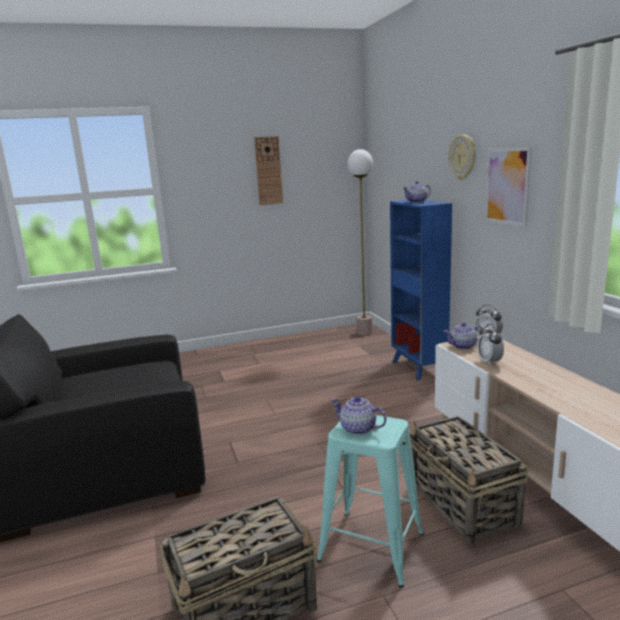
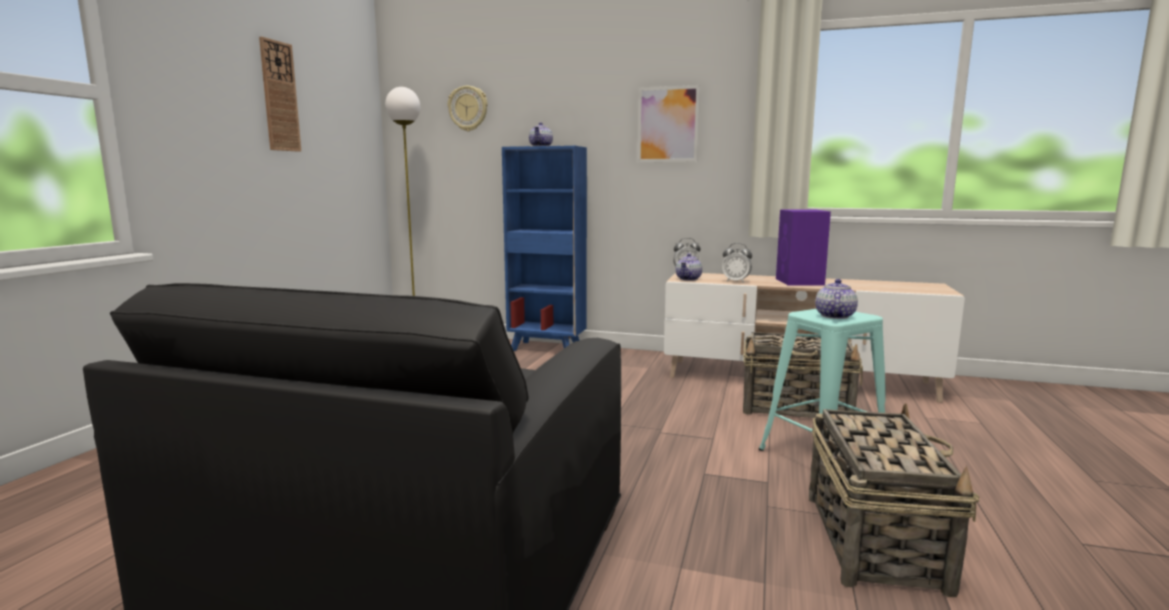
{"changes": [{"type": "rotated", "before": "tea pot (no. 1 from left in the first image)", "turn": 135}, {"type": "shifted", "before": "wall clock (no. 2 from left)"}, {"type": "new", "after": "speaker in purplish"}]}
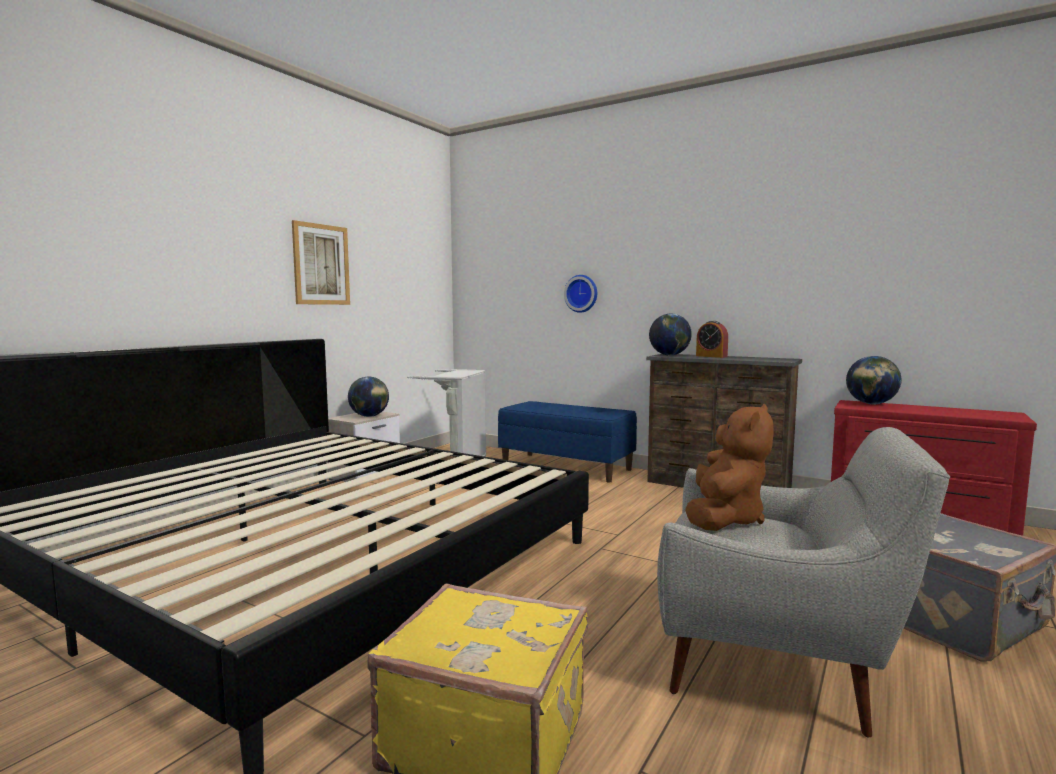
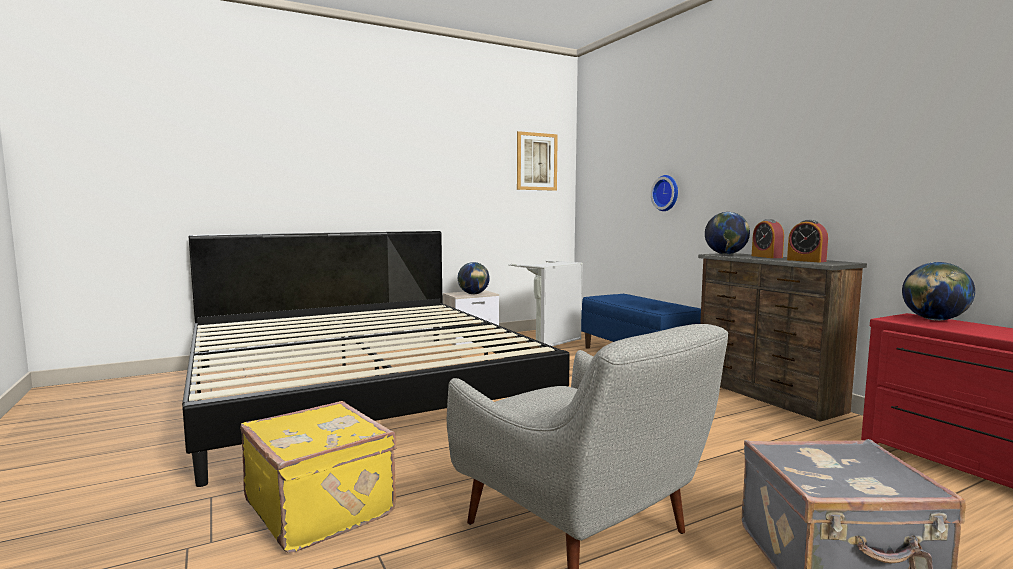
{"changes": [{"type": "shifted", "before": "picture"}, {"type": "gone", "before": "plush toy in brown-coloured"}, {"type": "new", "after": "table clock (no. 2 from left)"}]}
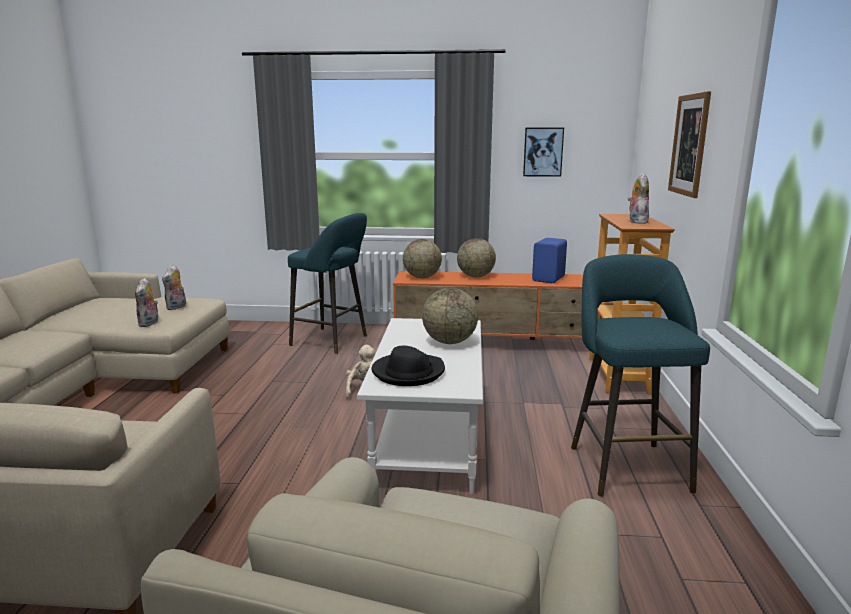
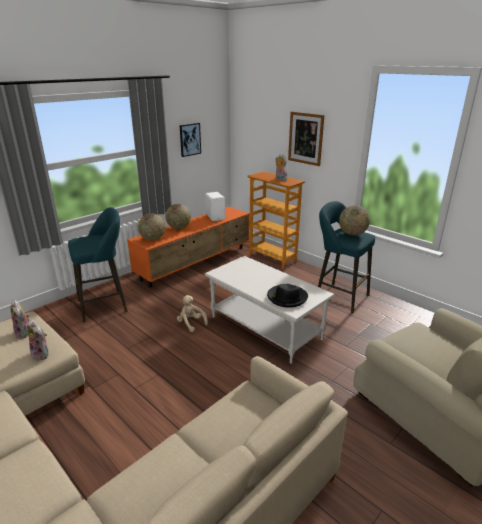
{"changes": [{"type": "shifted", "before": "world globe (no. 2 from left in the first image)", "after": "world globe (no. 3 from left)"}, {"type": "repainted", "before": "speaker in blue", "after": "speaker in white"}]}
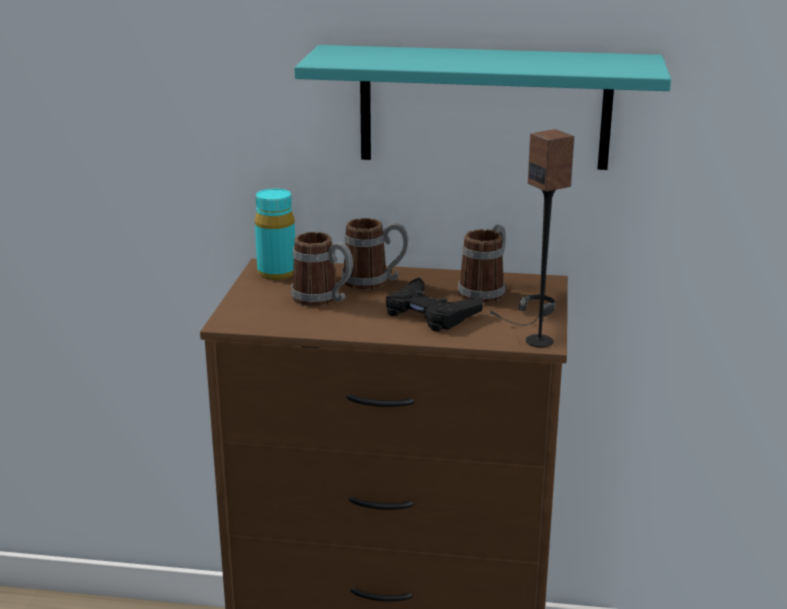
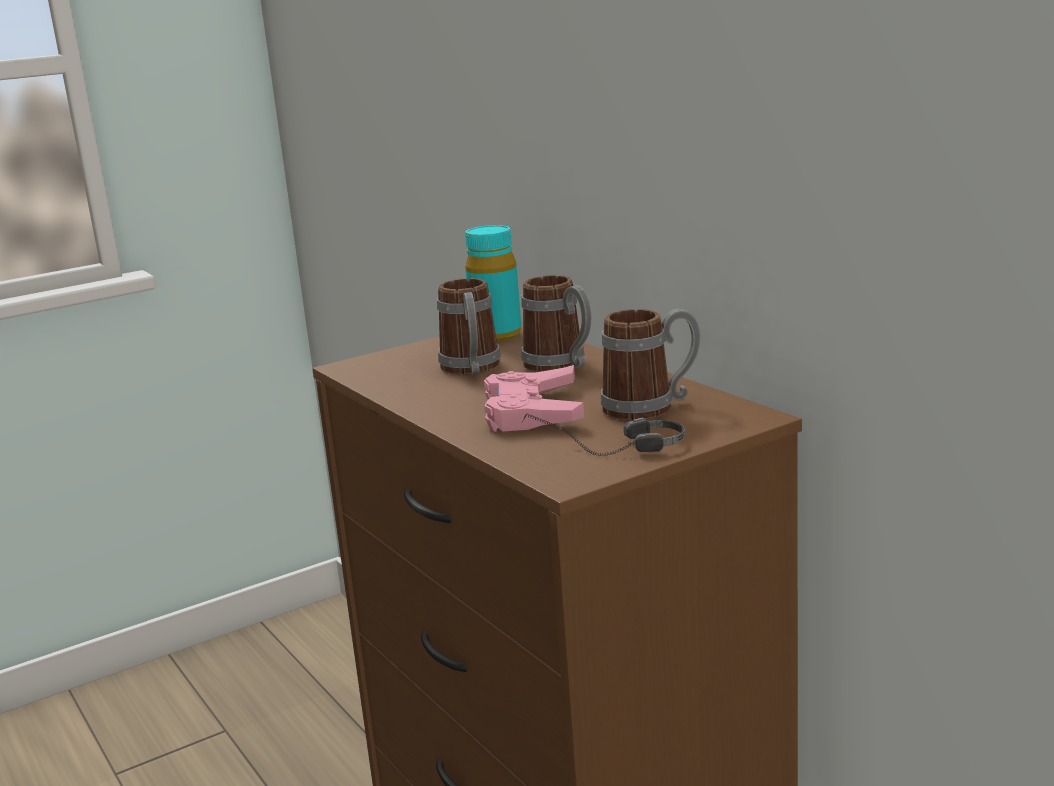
{"changes": [{"type": "gone", "before": "wall shelf in turquoise"}, {"type": "repainted", "before": "game controller in black", "after": "game controller in pink-coloured"}, {"type": "gone", "before": "speaker"}]}
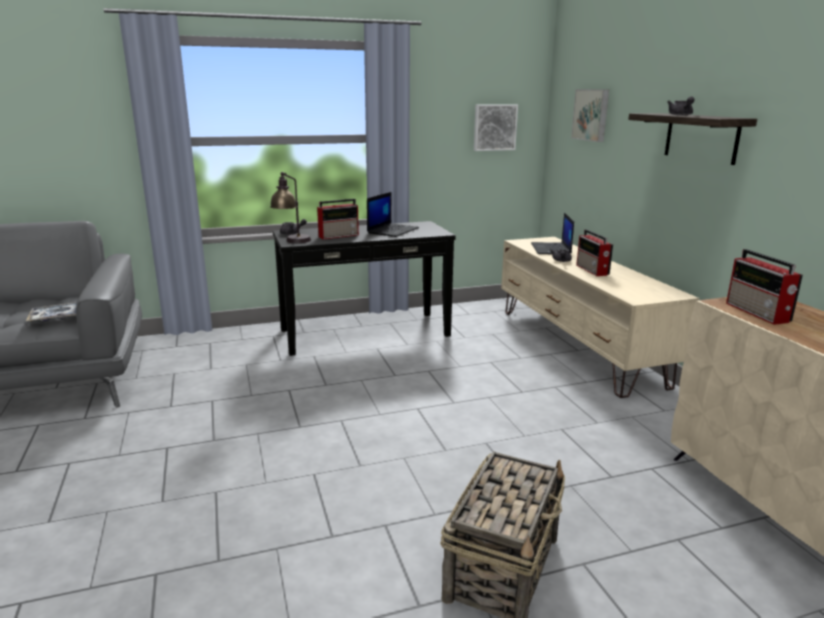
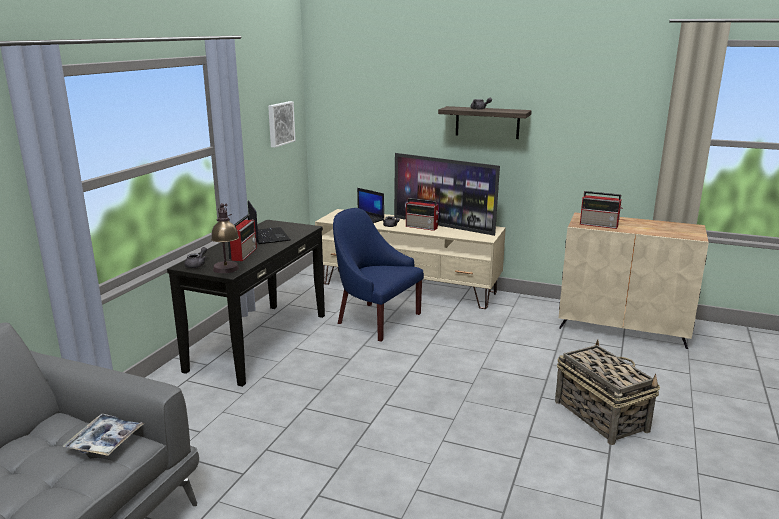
{"changes": [{"type": "gone", "before": "picture (no. 2 from left)"}, {"type": "new", "after": "lounge chair in blue"}, {"type": "new", "after": "television"}]}
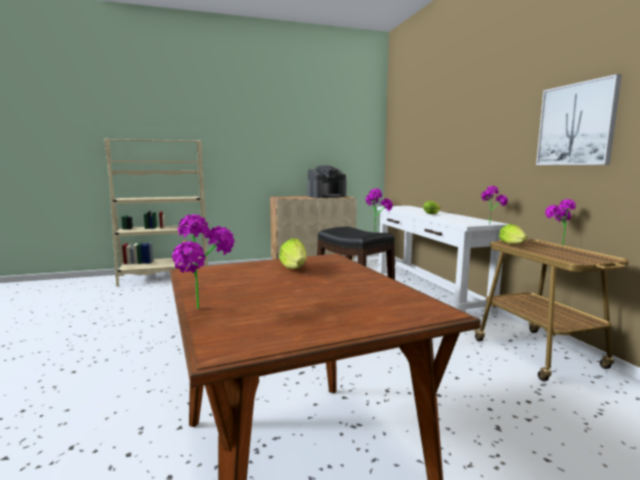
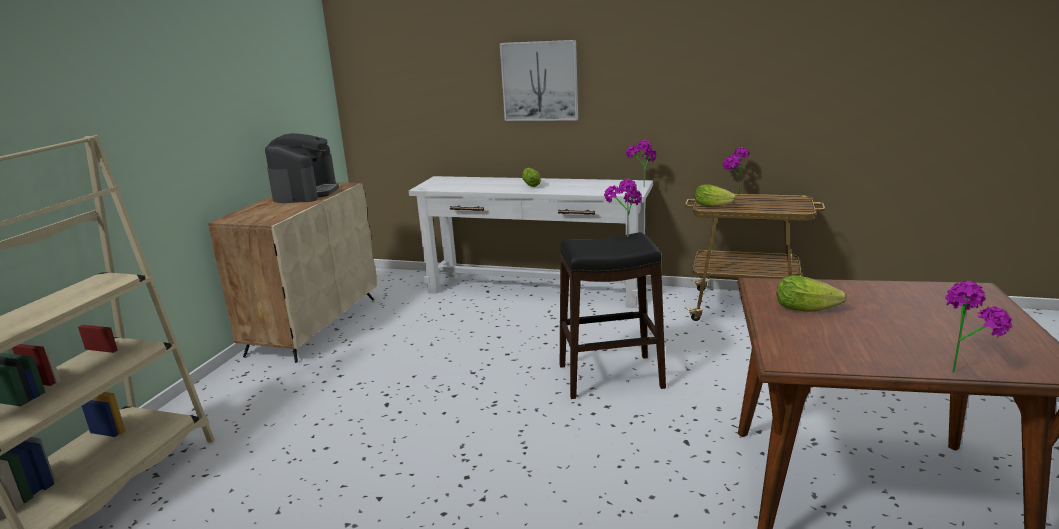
{"changes": [{"type": "shifted", "before": "picture"}]}
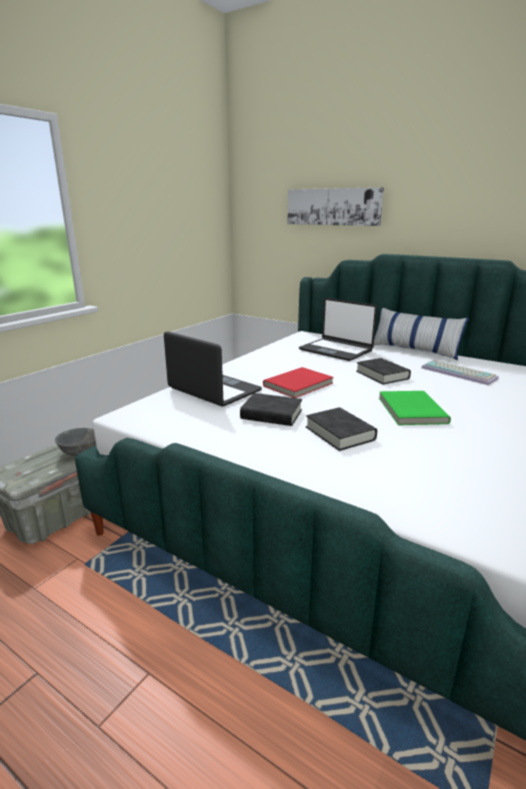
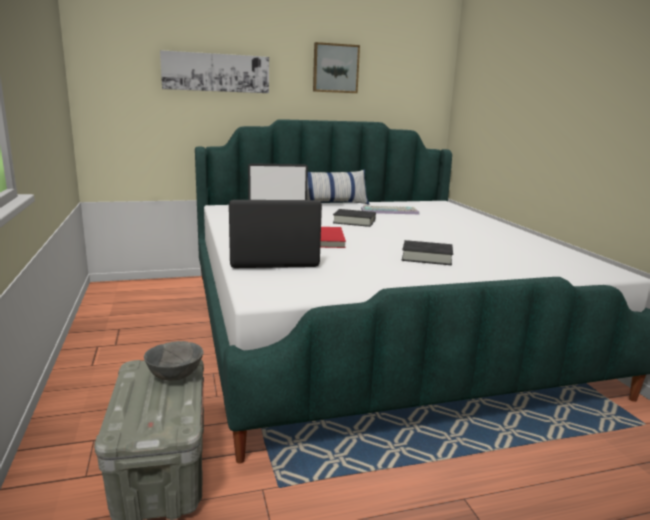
{"changes": [{"type": "gone", "before": "book in black (no. 1 from left)"}, {"type": "gone", "before": "book in green-coloured"}, {"type": "new", "after": "picture (no. 2 from left)"}]}
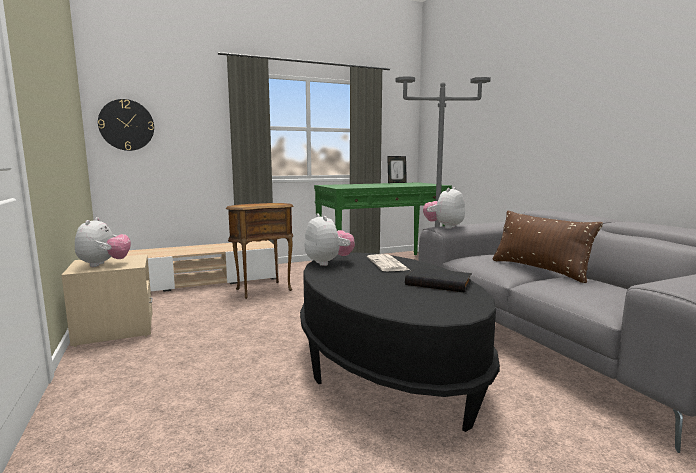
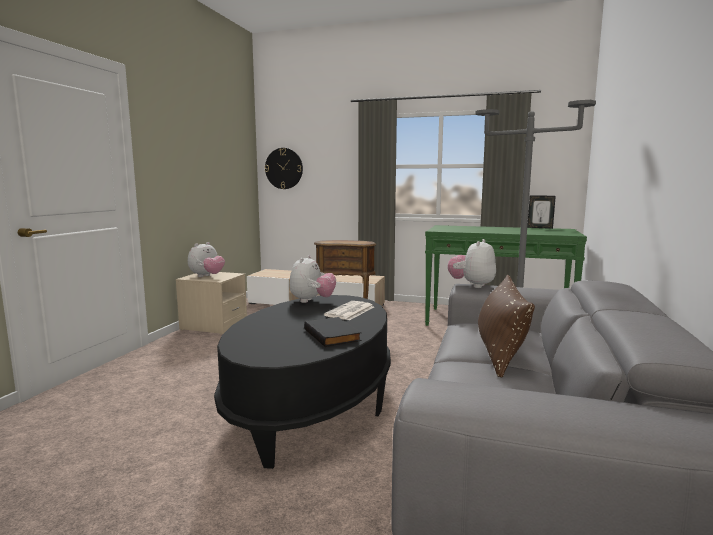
{"changes": [{"type": "rotated", "before": "plush toy (no. 3 from left)", "turn": -45}]}
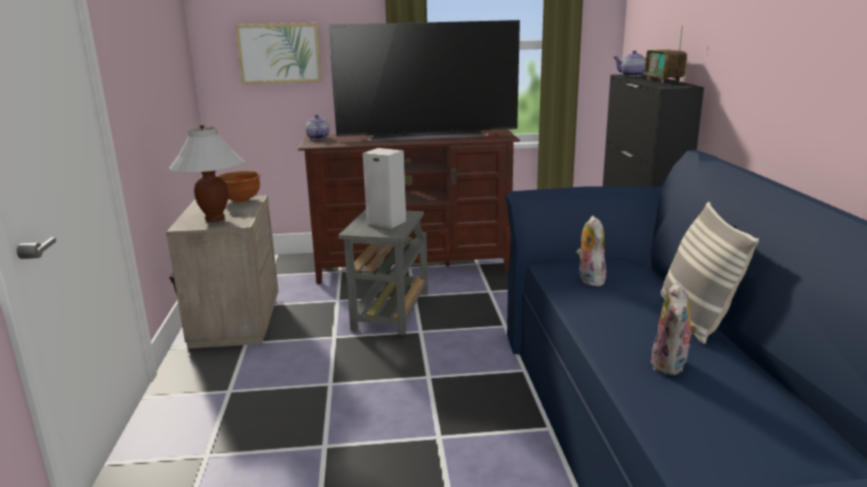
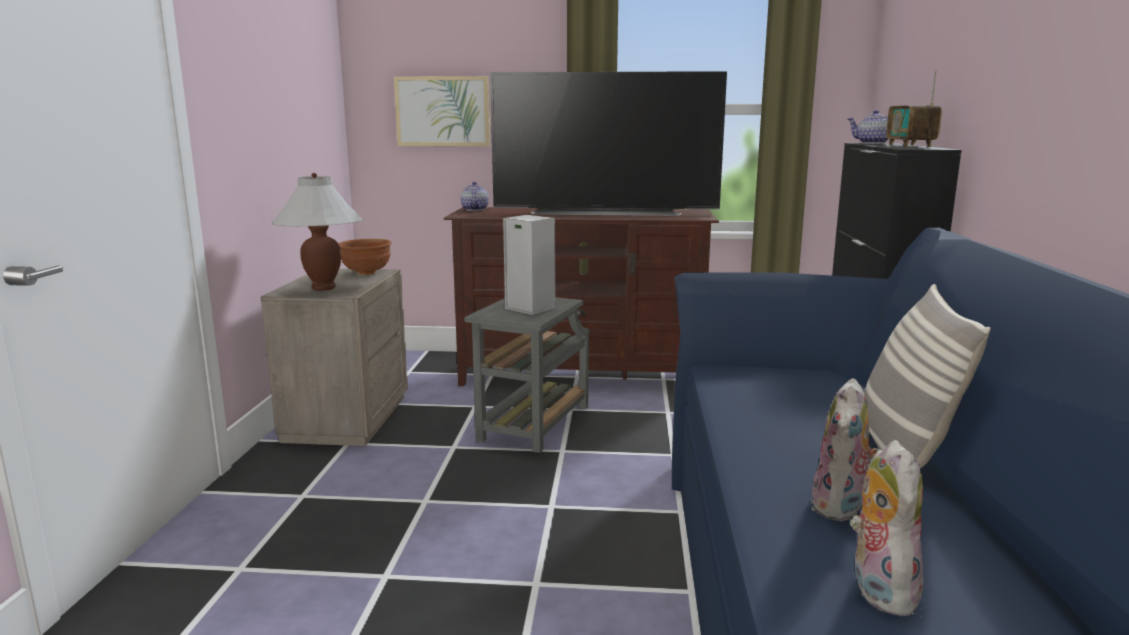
{"changes": [{"type": "shifted", "before": "plush toy (no. 1 from left in the first image)", "after": "plush toy (no. 2 from left)"}]}
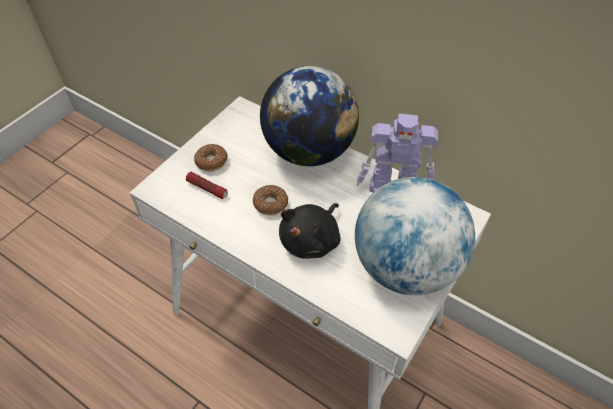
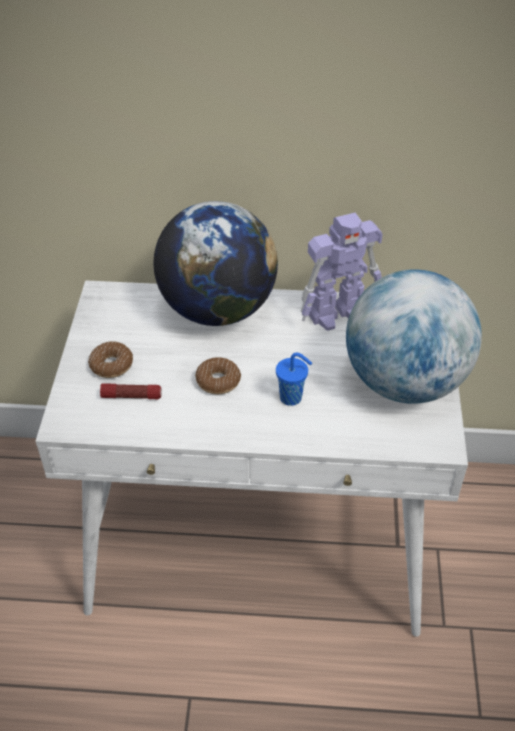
{"changes": [{"type": "swapped", "before": "plush toy in black", "after": "cup in blue"}]}
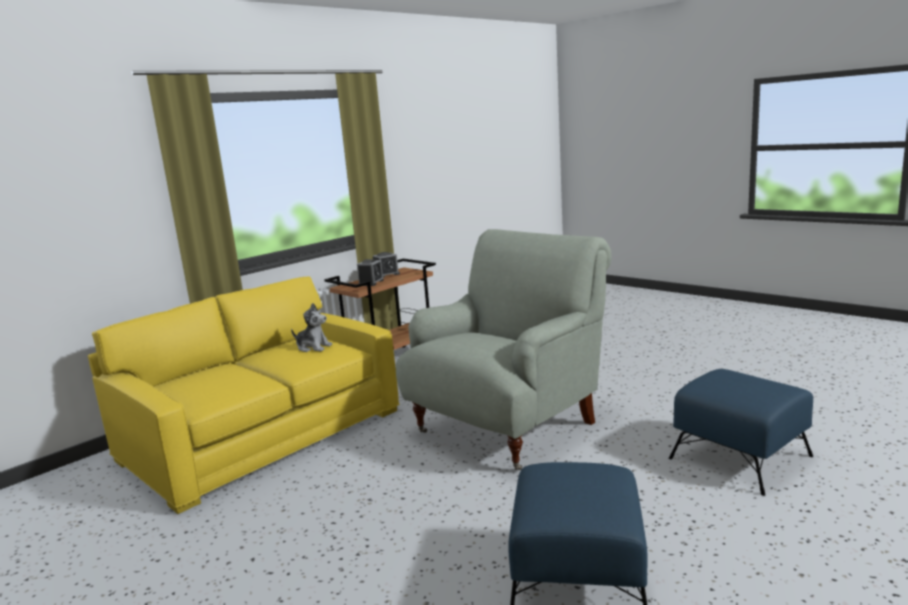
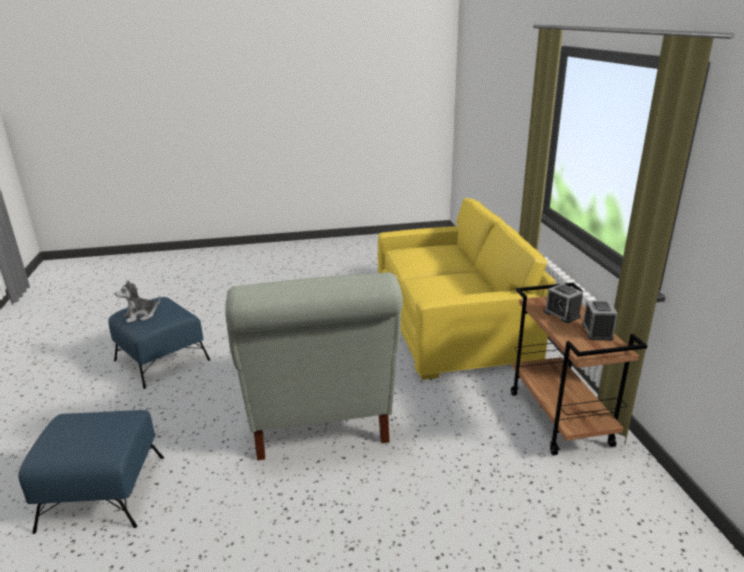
{"changes": [{"type": "shifted", "before": "plush toy"}]}
